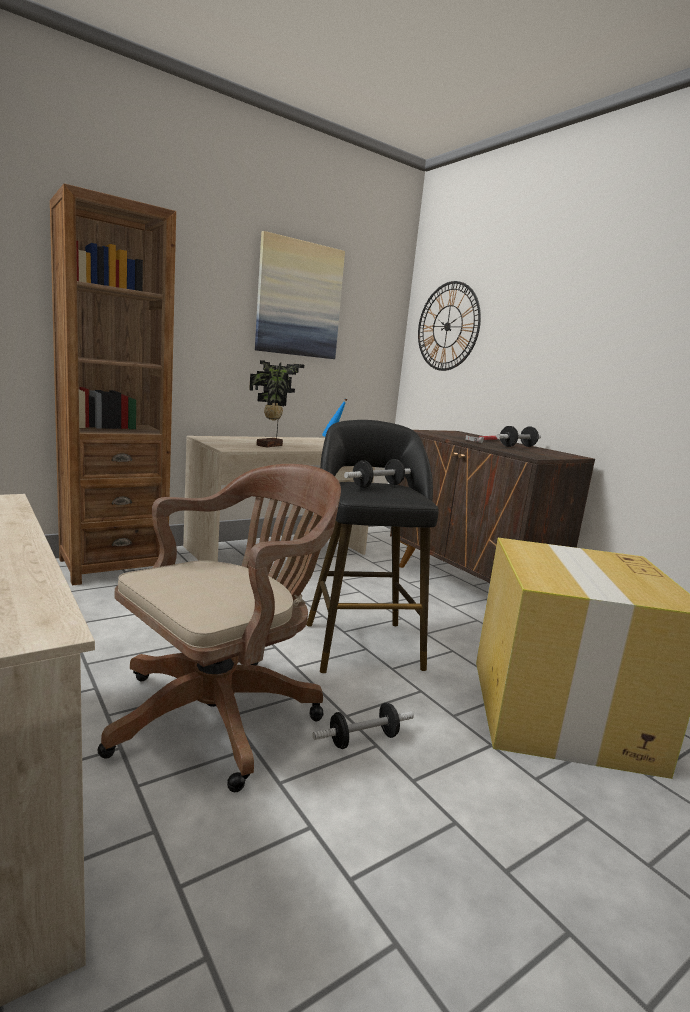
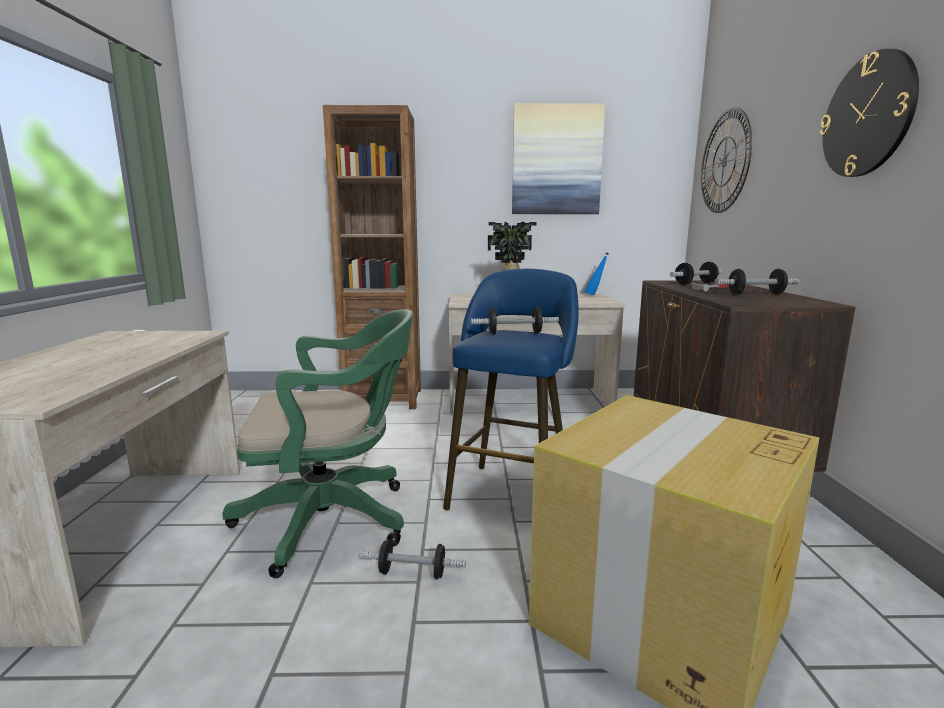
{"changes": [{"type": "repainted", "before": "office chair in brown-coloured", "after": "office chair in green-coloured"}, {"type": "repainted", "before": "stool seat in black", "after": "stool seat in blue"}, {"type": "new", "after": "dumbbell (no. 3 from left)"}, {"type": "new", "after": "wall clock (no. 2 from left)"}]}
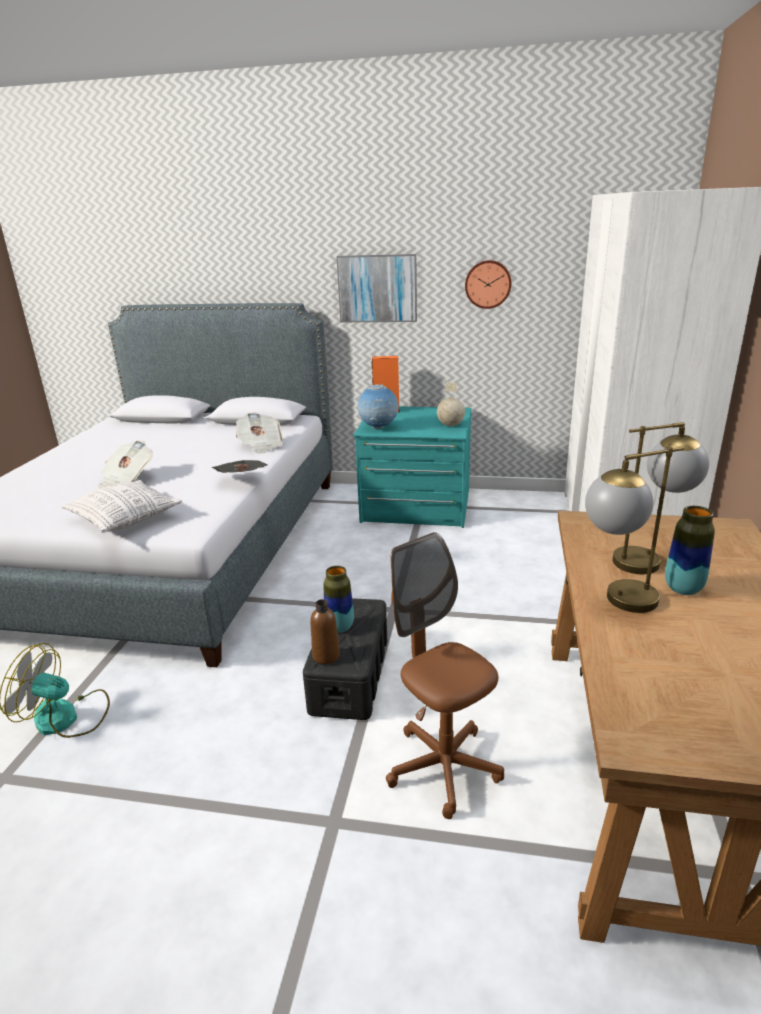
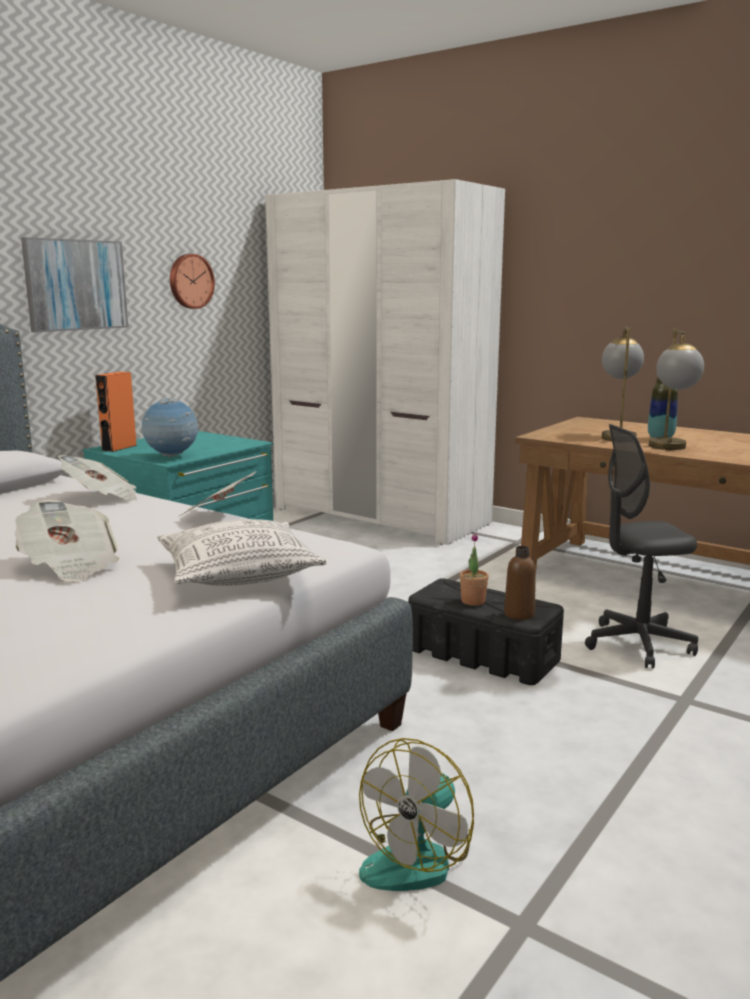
{"changes": [{"type": "swapped", "before": "flower vase (no. 1 from left)", "after": "potted plant"}, {"type": "repainted", "before": "office chair in brown-coloured", "after": "office chair in greyish"}, {"type": "gone", "before": "world globe (no. 2 from left)"}]}
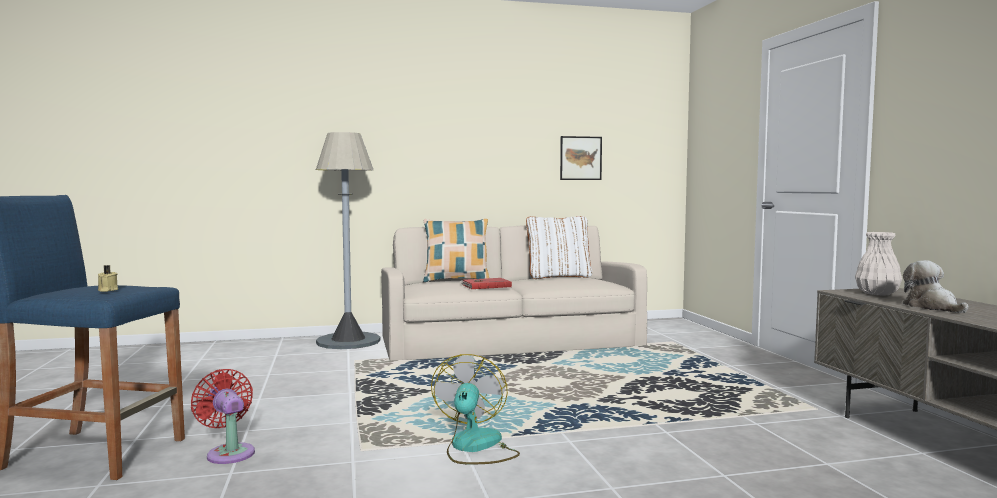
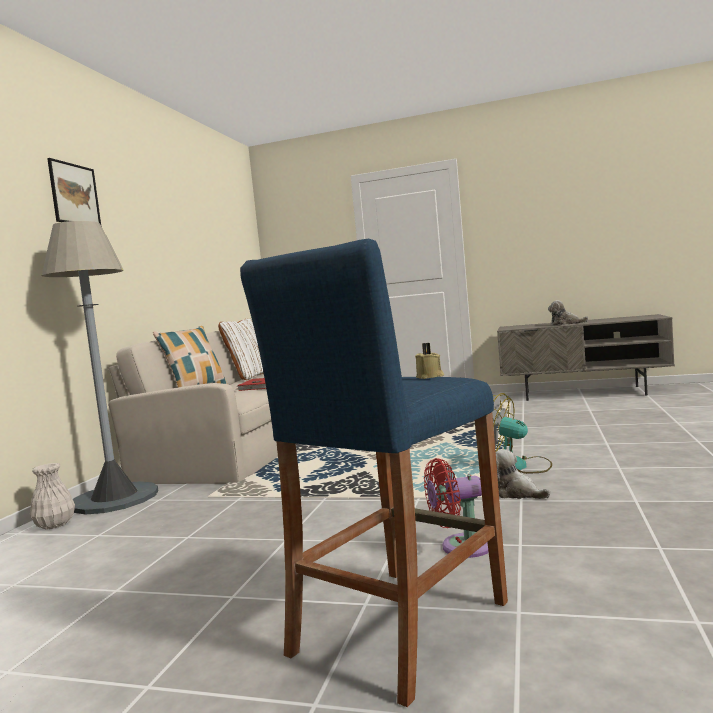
{"changes": [{"type": "shifted", "before": "picture"}, {"type": "shifted", "before": "flower vase in white"}, {"type": "new", "after": "plush toy (no. 1 from left)"}]}
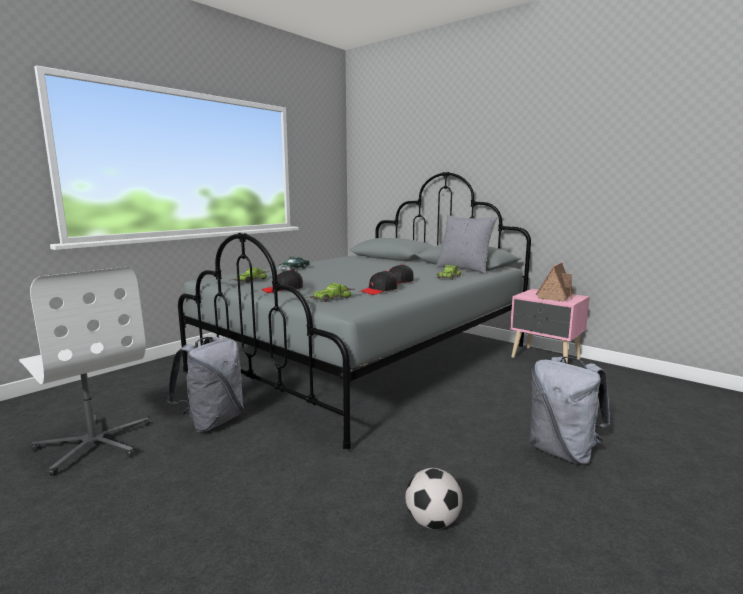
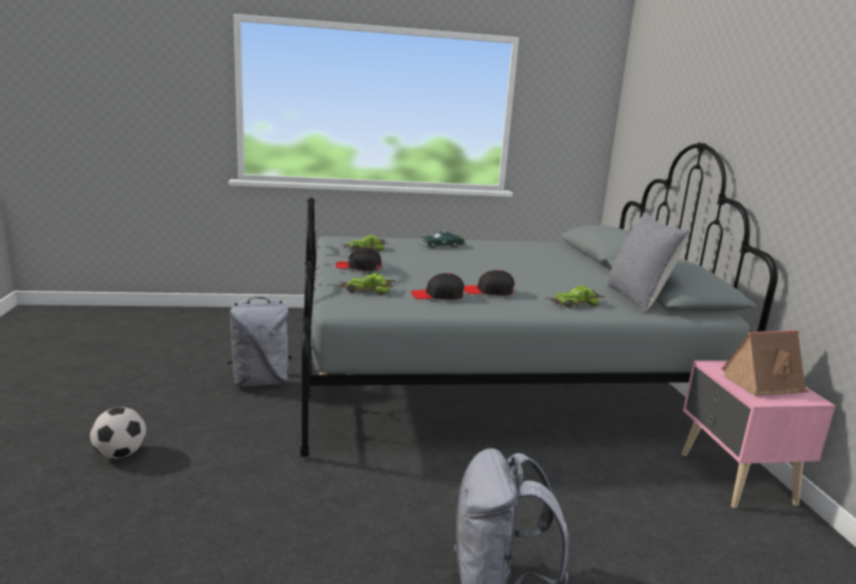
{"changes": [{"type": "gone", "before": "office chair in white"}, {"type": "shifted", "before": "football ball"}]}
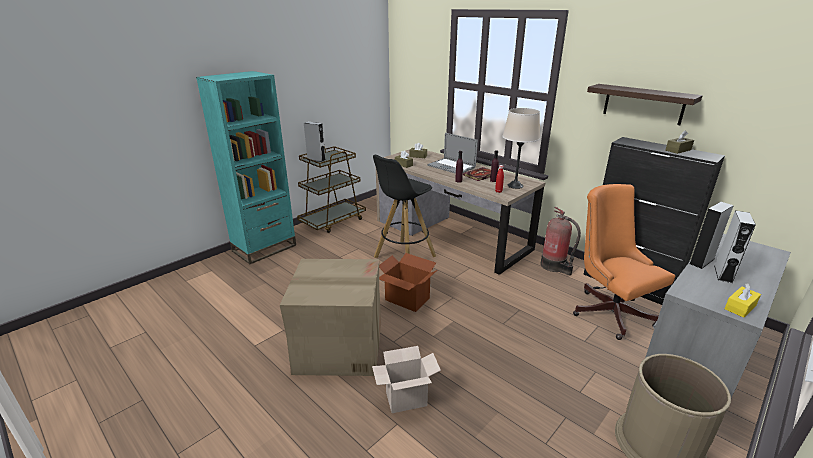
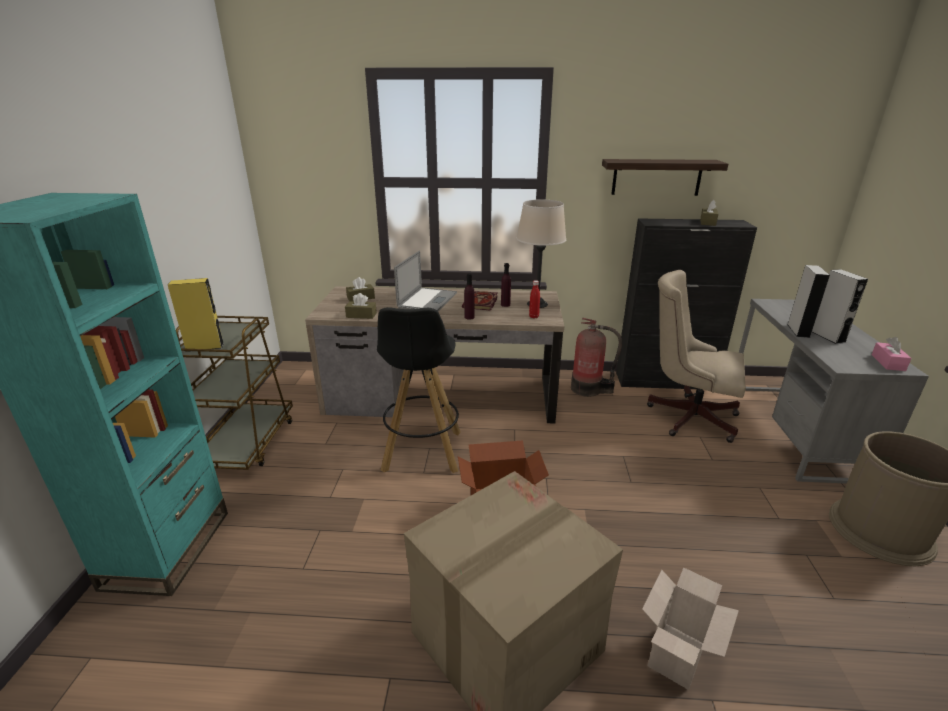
{"changes": [{"type": "repainted", "before": "speaker in greyish (no. 1 from left)", "after": "speaker in yellow"}, {"type": "rotated", "before": "laptop", "turn": -75}, {"type": "repainted", "before": "office chair in orange-coloured", "after": "office chair in beige"}, {"type": "repainted", "before": "tissue box in yellow", "after": "tissue box in pink-coloured"}]}
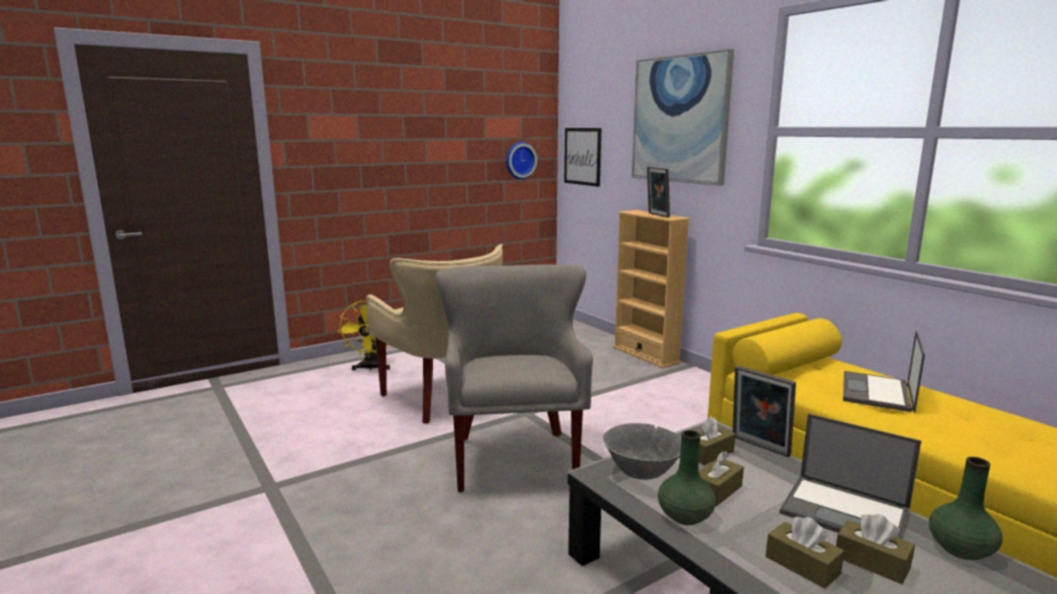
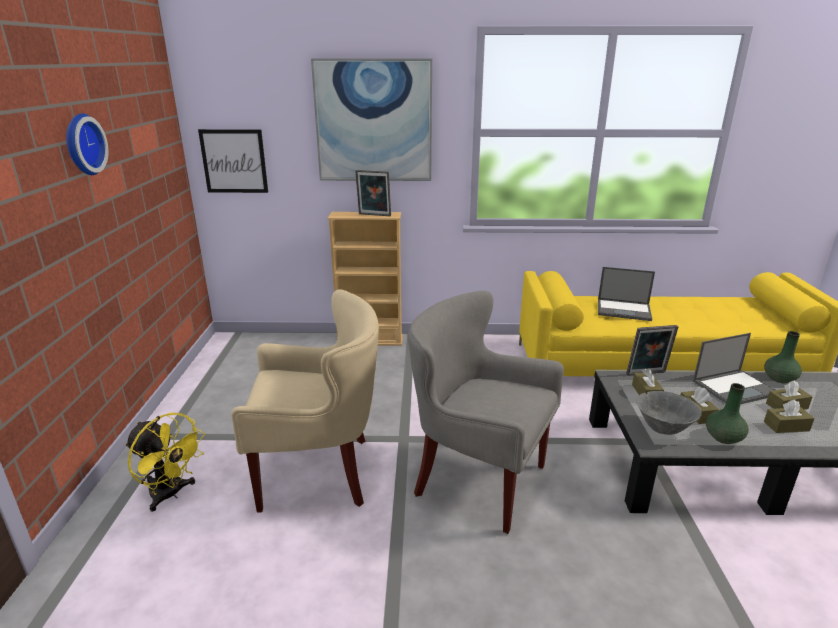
{"changes": [{"type": "shifted", "before": "wall clock"}, {"type": "rotated", "before": "laptop (no. 2 from left in the first image)", "turn": -45}]}
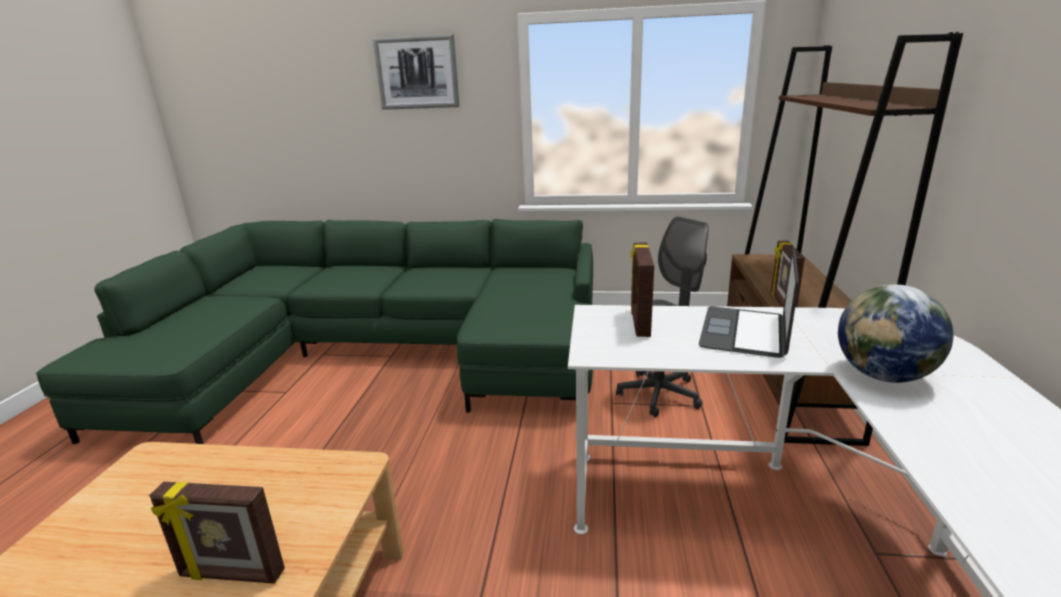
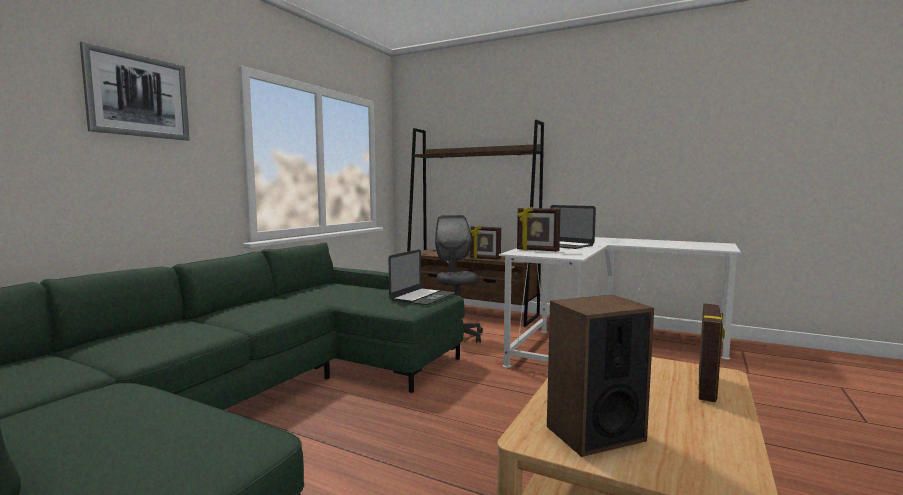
{"changes": [{"type": "gone", "before": "world globe"}, {"type": "new", "after": "laptop (no. 1 from left)"}, {"type": "new", "after": "speaker"}]}
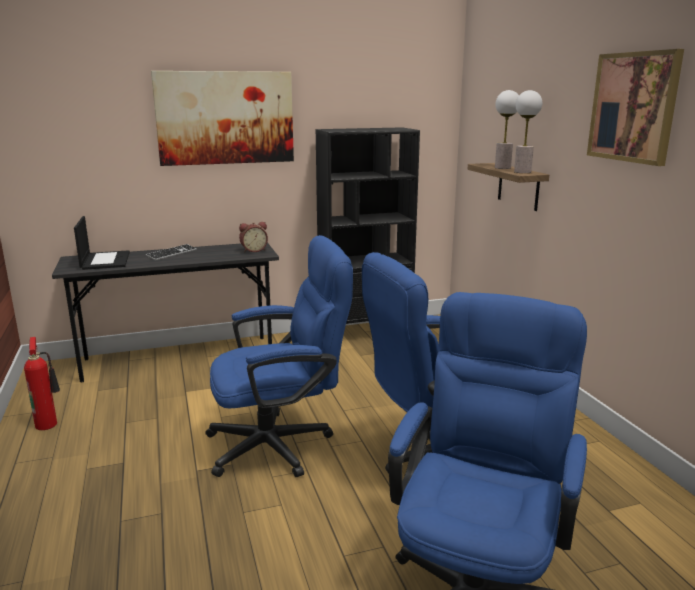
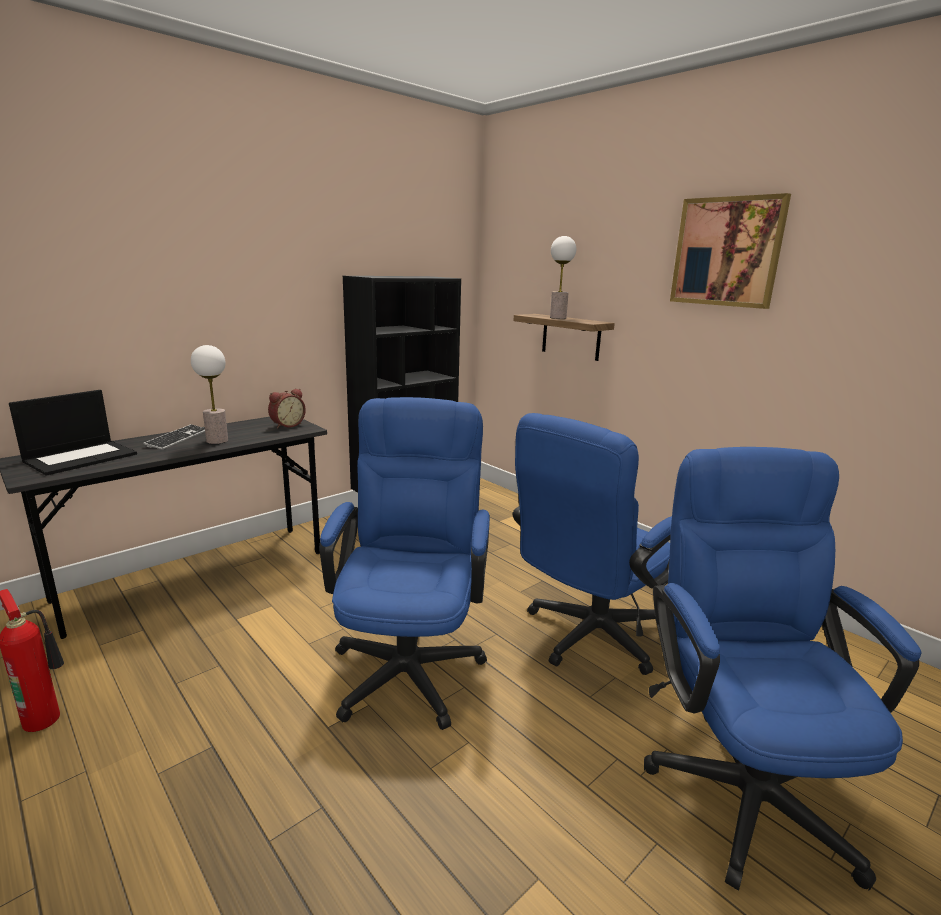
{"changes": [{"type": "rotated", "before": "laptop", "turn": 75}, {"type": "gone", "before": "picture (no. 1 from left)"}, {"type": "rotated", "before": "office chair in blue (no. 1 from left)", "turn": -45}, {"type": "shifted", "before": "table lamp (no. 2 from left in the first image)", "after": "table lamp (no. 1 from left)"}]}
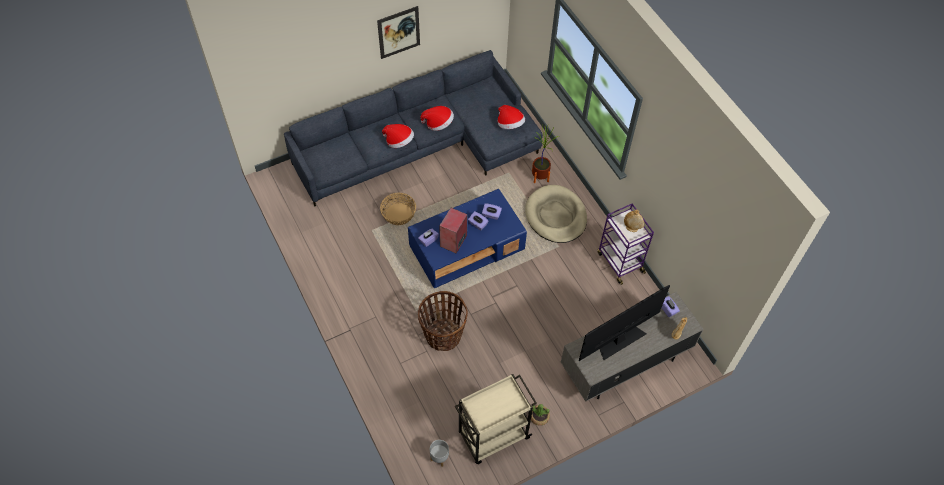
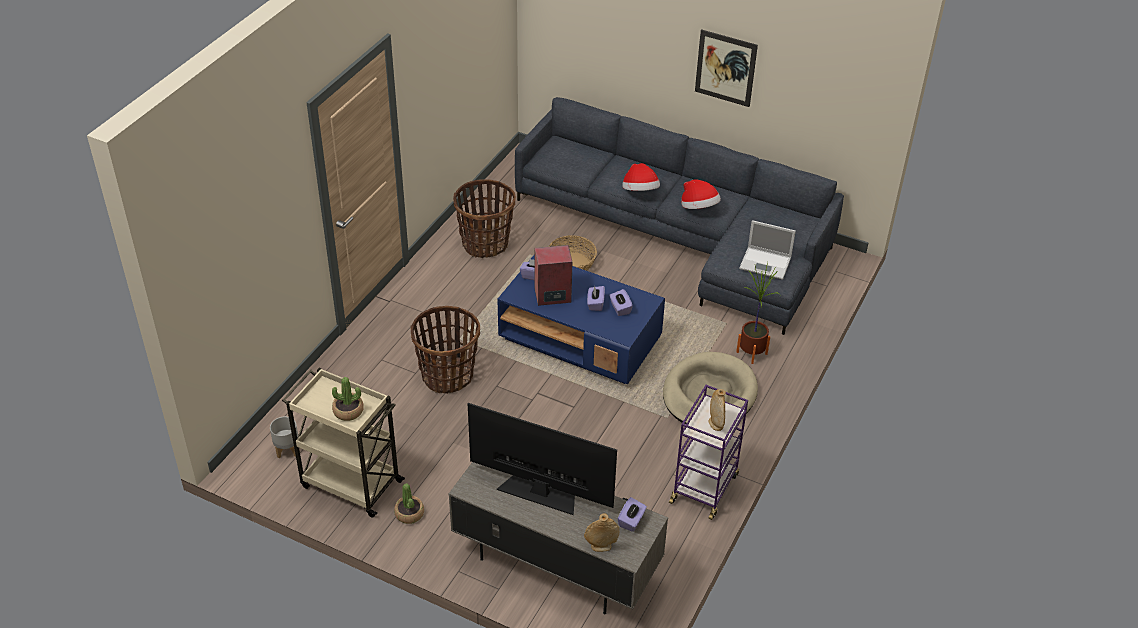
{"changes": [{"type": "swapped", "before": "wearable hat (no. 3 from left)", "after": "laptop"}, {"type": "new", "after": "potted plant (no. 1 from left)"}, {"type": "new", "after": "basket (no. 2 from left)"}]}
